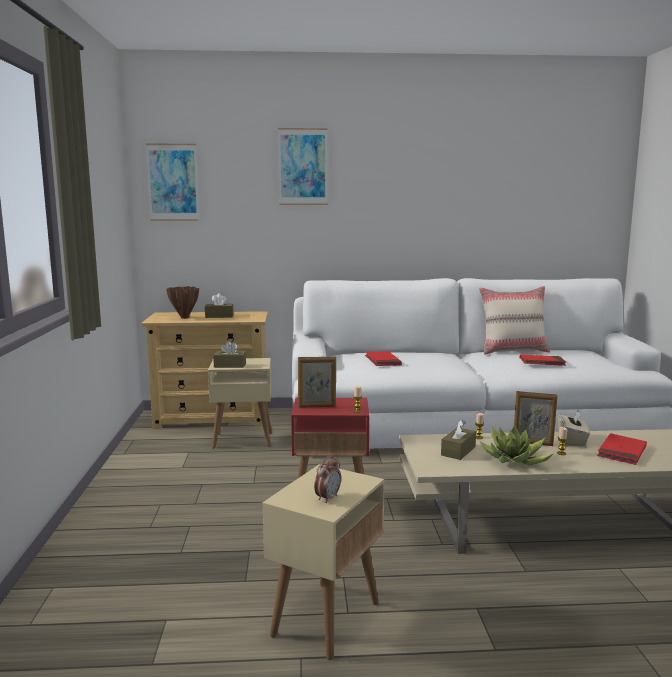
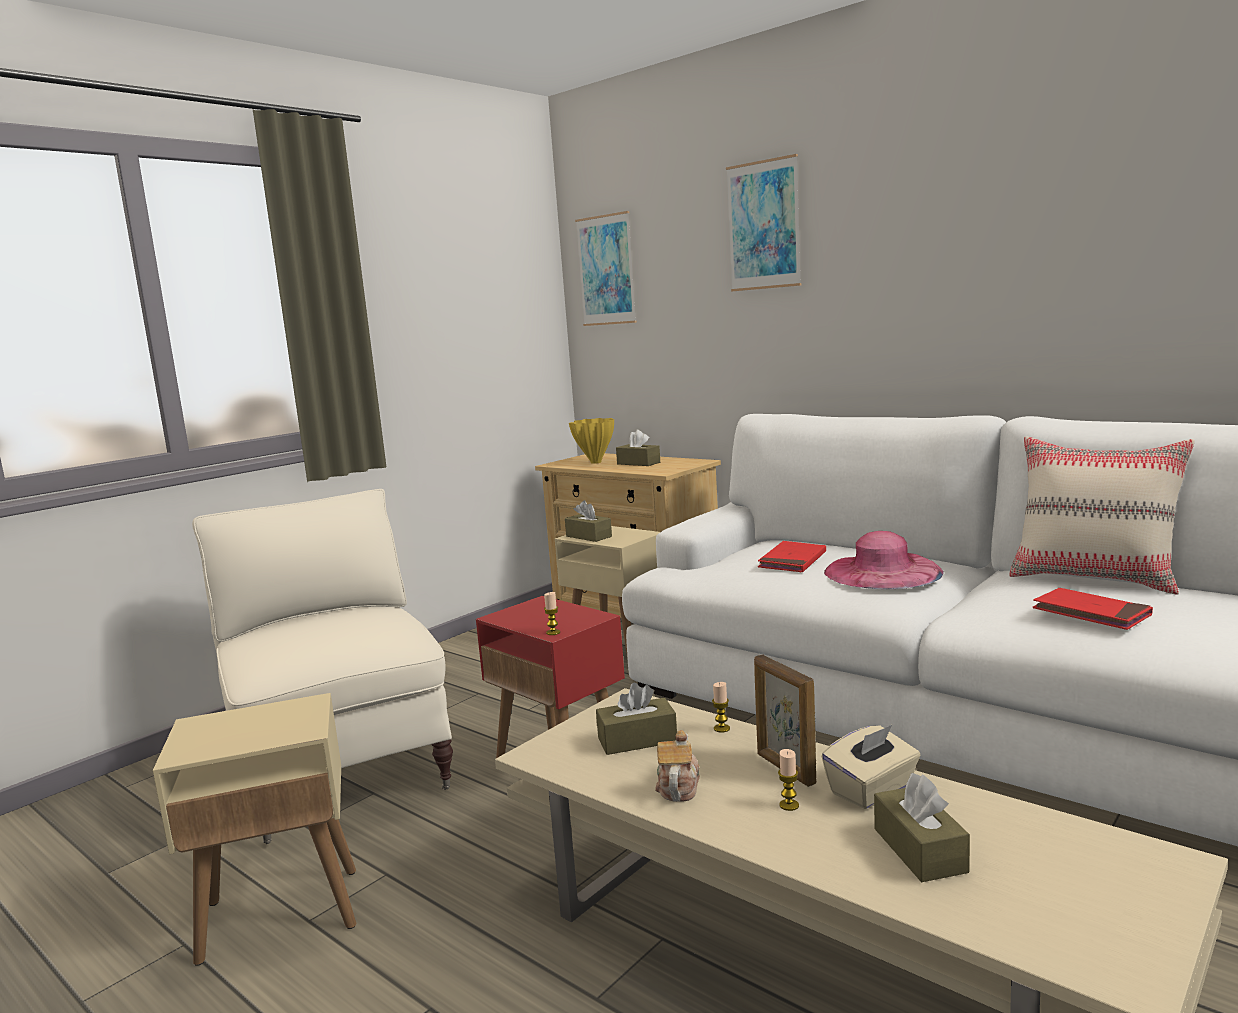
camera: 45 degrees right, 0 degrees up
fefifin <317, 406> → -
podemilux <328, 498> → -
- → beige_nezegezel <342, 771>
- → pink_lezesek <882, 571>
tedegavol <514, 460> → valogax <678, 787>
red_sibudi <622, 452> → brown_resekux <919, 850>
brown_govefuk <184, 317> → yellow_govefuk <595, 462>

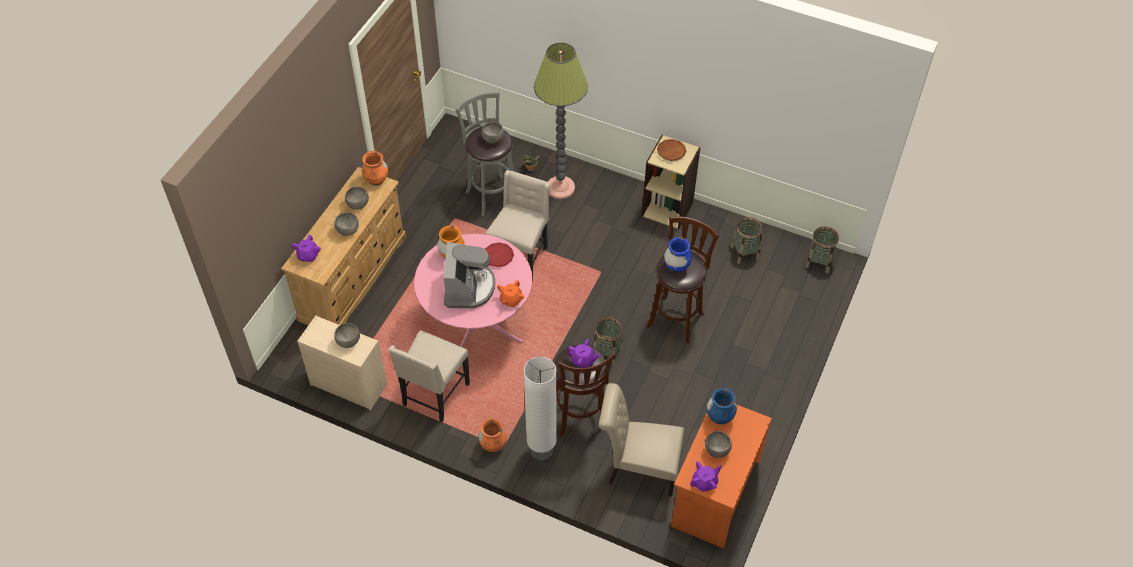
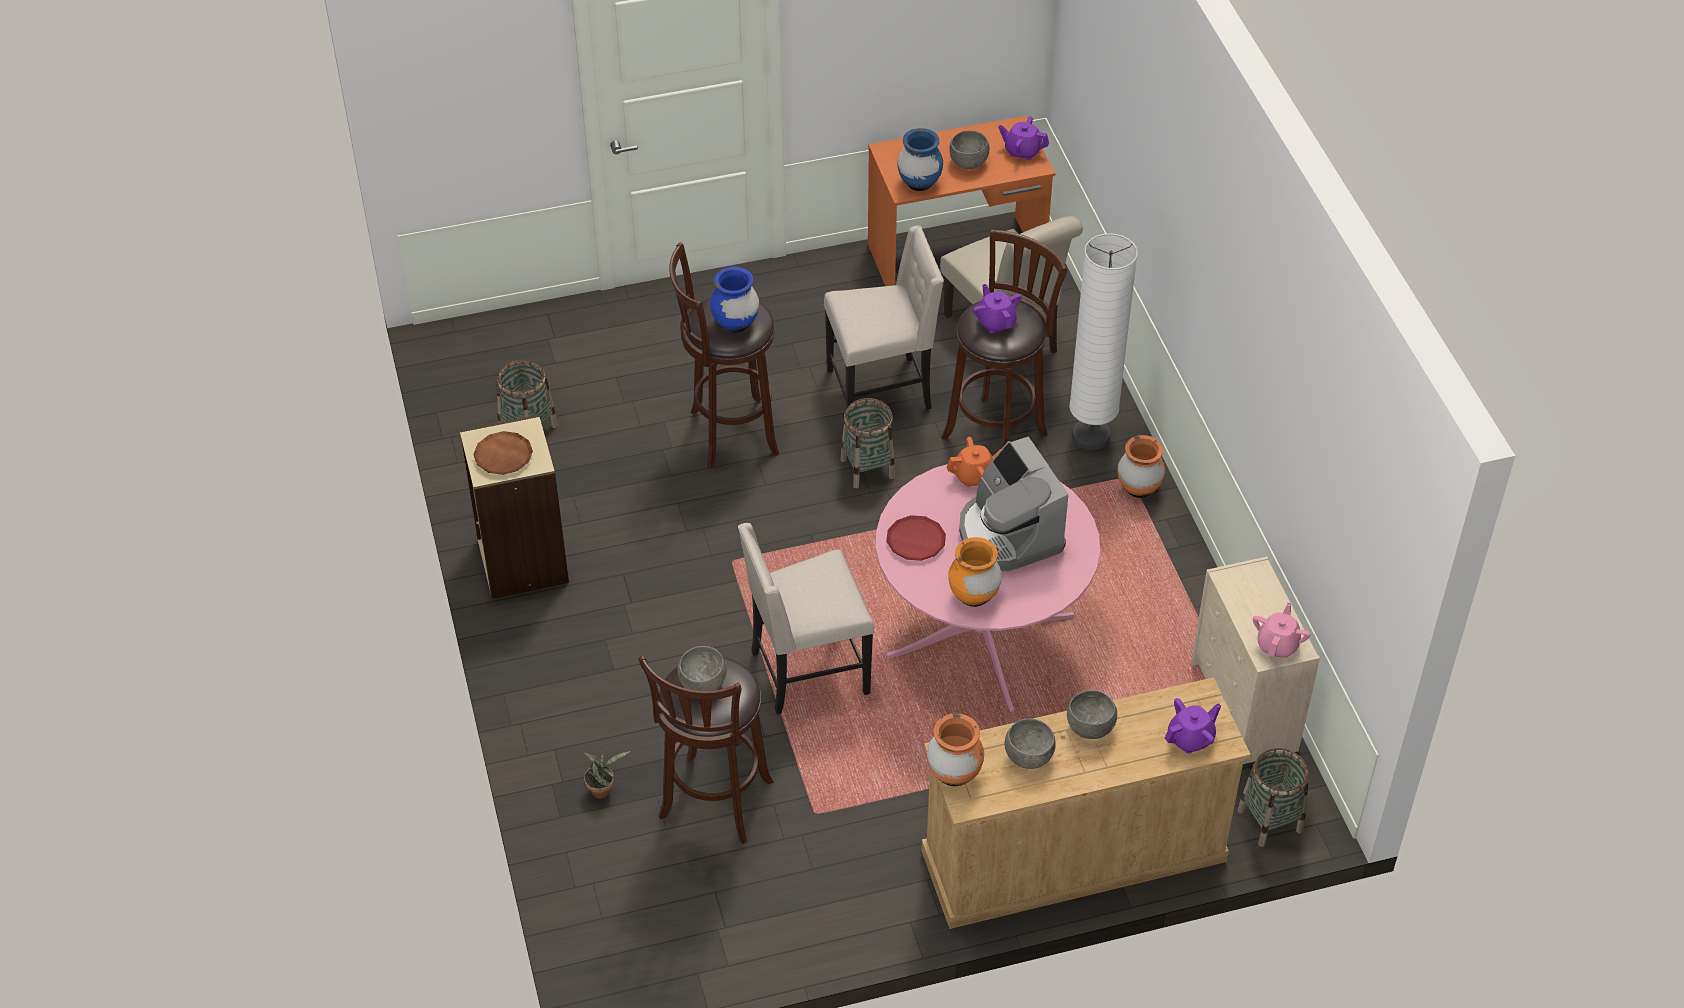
camera: 130 degrees left, 5 degrees down
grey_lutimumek <348, 341> → -
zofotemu <560, 188> → -
- → pink_valogax <1278, 645>
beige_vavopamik <434, 395> → beige_vavopamik <881, 390>, move
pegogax <819, 262> → pegogax <1270, 821>, move
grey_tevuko <490, 194> → brown_tevuko <714, 804>
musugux <468, 288> → musugux <1008, 534>, 75 degrees counterclockwise

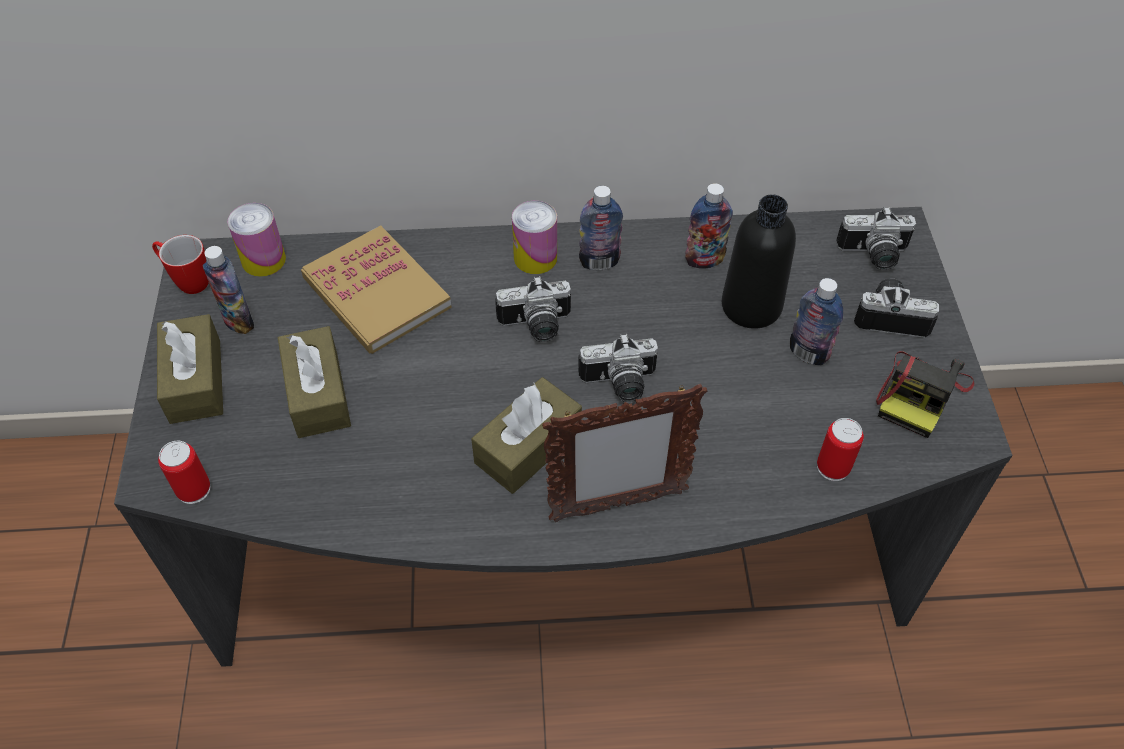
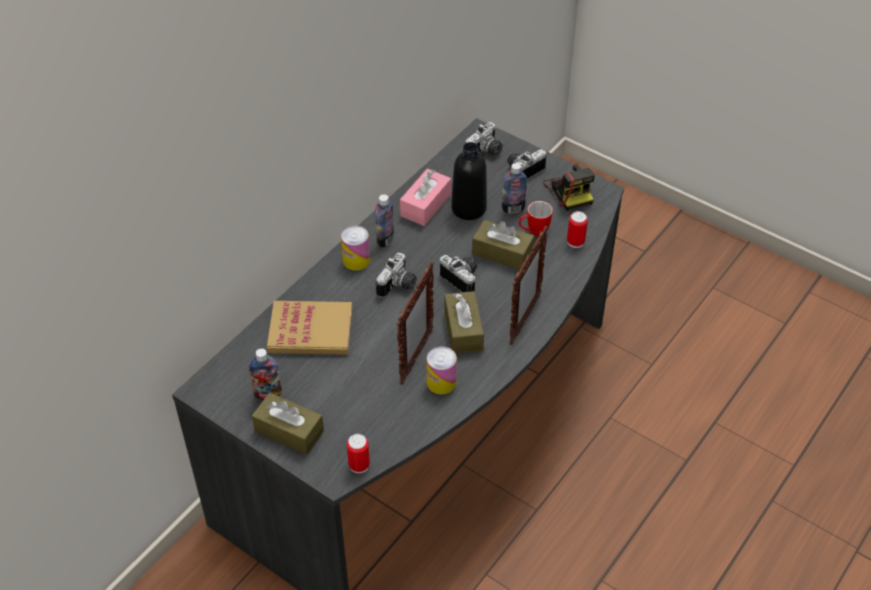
camera: 50 degrees left, 5 degrees down
- → fefifin <416, 357>
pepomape <187, 281> → pepomape <533, 232>, move
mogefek <263, 260> → mogefek <441, 382>, move
brown_resekux <318, 394> → brown_resekux <502, 253>, move
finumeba <704, 260> → pink_resekux <425, 205>
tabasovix <619, 385> → tabasovix <463, 279>, 75 degrees counterclockwise

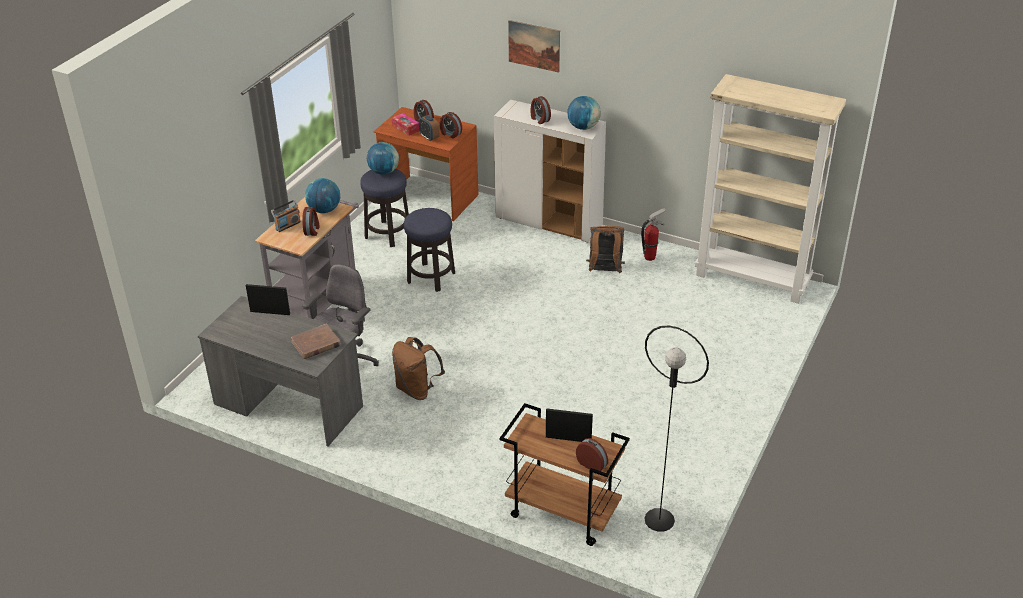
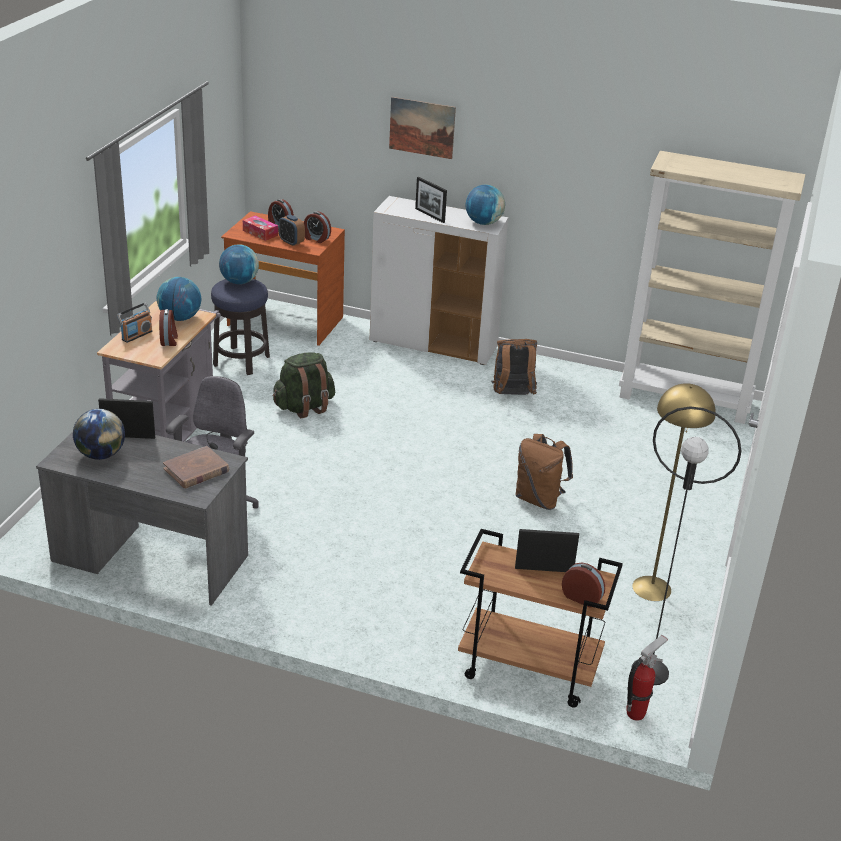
camera: 10 degrees left, 5 degrees down
- → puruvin <101, 454>
- → yellow_zofotemu <651, 588>
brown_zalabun <417, 390> → brown_zalabun <539, 499>, move
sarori <650, 257> → sarori <636, 713>, move
tevuko <431, 277> → green_zalabun <304, 407>
podemilux <539, 119> → fefifin <429, 215>

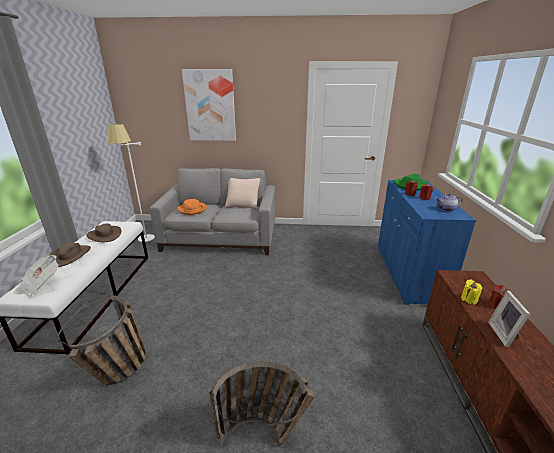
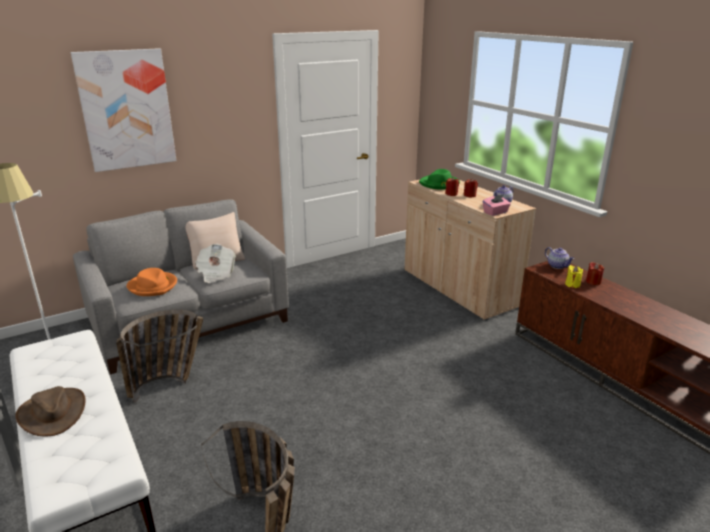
camera: 35 degrees left, 0 degrees up
brown_lezesek <104, 235> → -
fefifin <504, 335> → -
- → pink_resekux <495, 212>
- → valogax <557, 266>
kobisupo <40, 284> → kobisupo <216, 273>, move
pegogax <264, 437> → pegogax <169, 384>, move
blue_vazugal <408, 273> → beige_vazugal <459, 288>

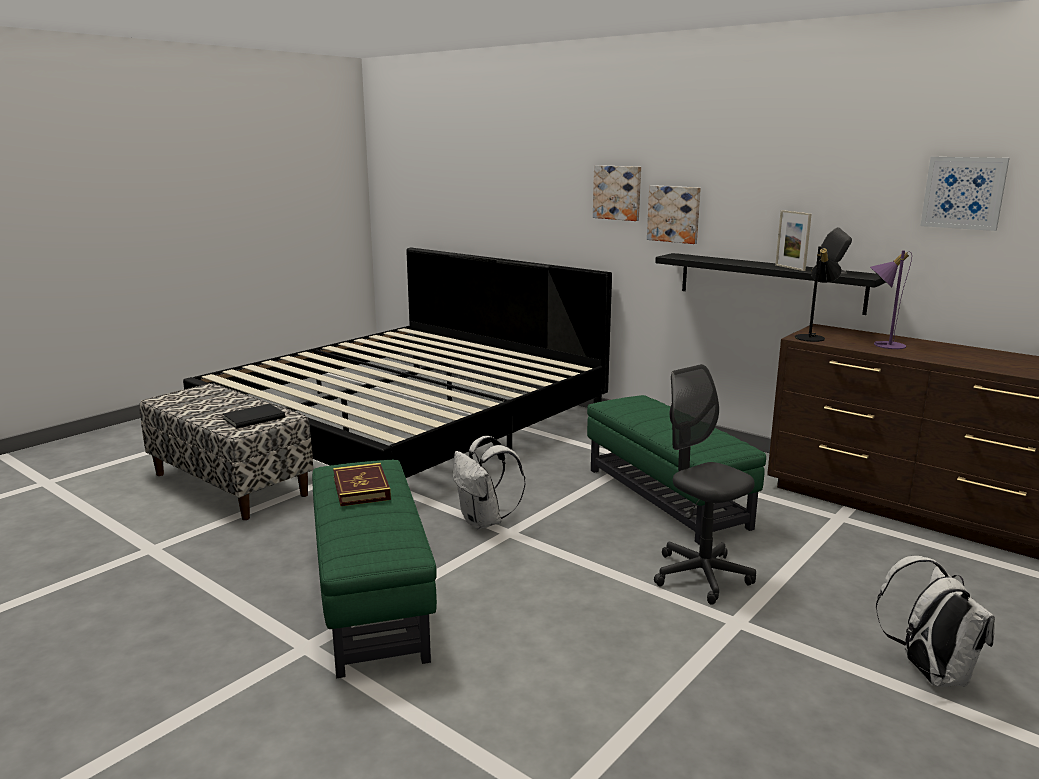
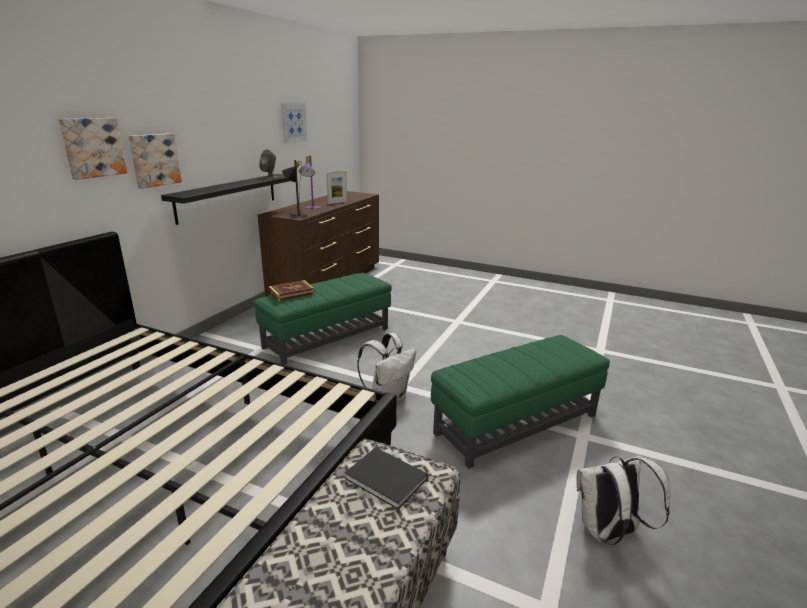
camera: 105 degrees left, 5 degrees up
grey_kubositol <701, 576> → -
sibudi <361, 488> → sibudi <291, 293>, move
fefifin <790, 268> → fefifin <337, 202>, move
white_zalabun <928, 672> → white_zalabun <608, 533>, move

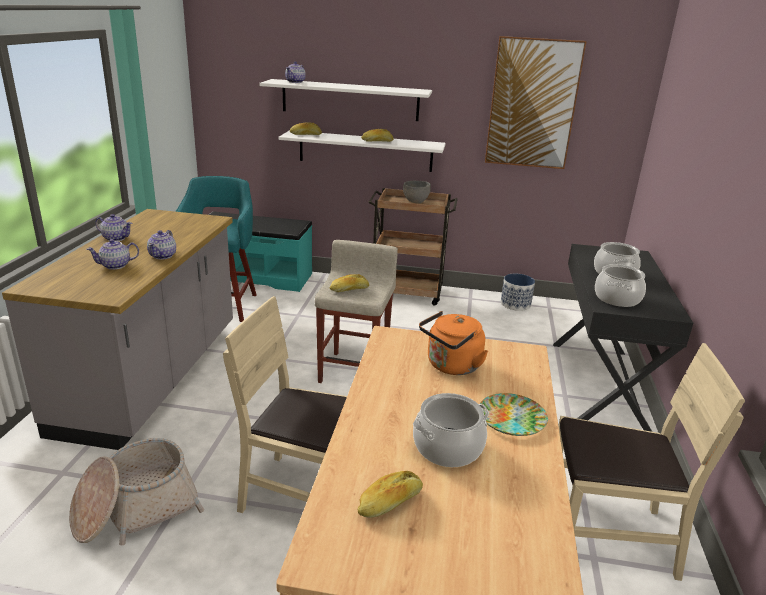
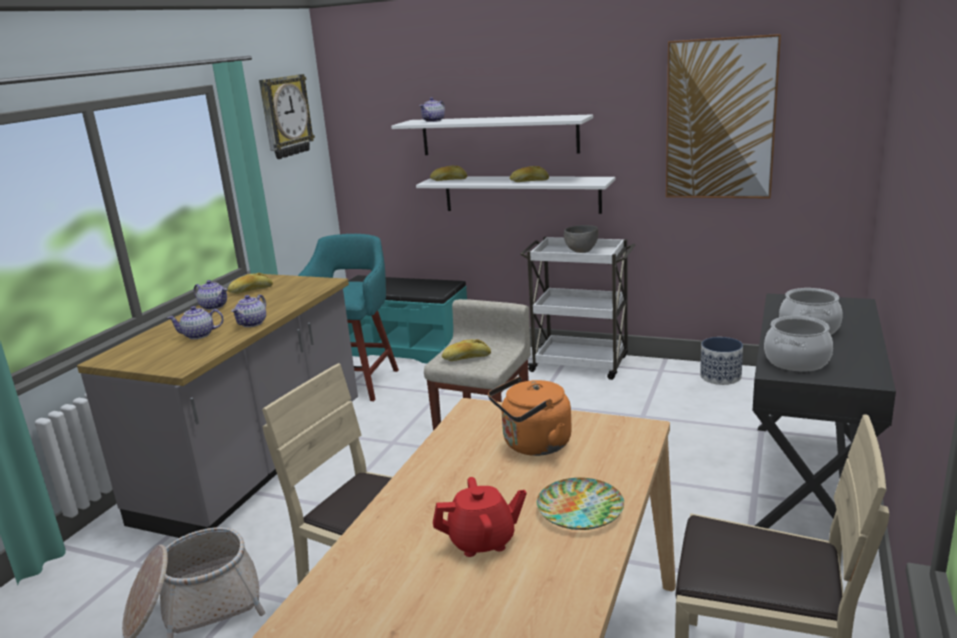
camera: 15 degrees right, 5 degrees down
- → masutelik <285, 116>
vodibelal <390, 503> → vodibelal <251, 290>, move
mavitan <448, 448> → red_valogax <482, 541>
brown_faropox <407, 292> → white_faropox <581, 364>

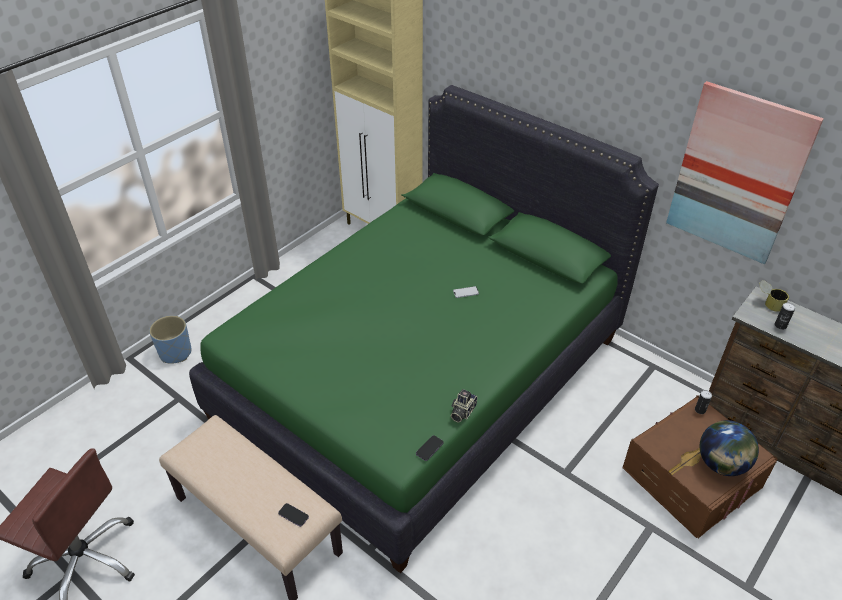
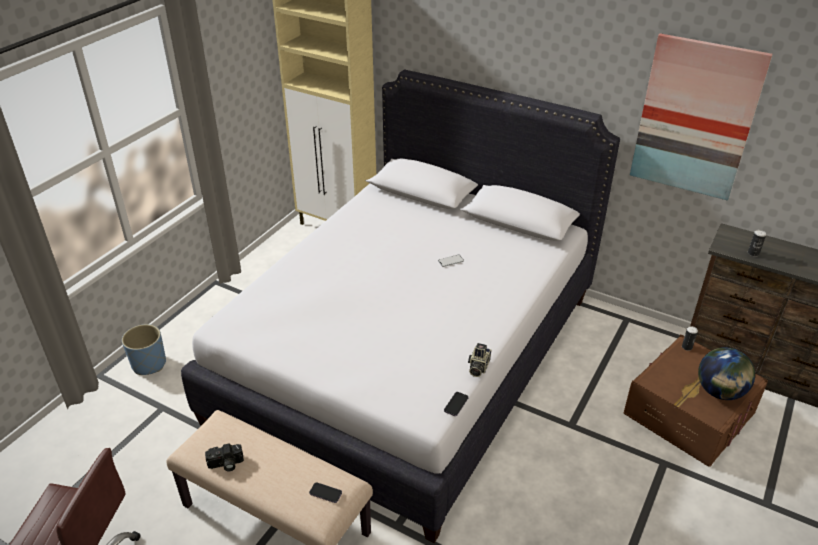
camera: 10 degrees left, 5 degrees down
mogefek <768, 303> → -
- → tabasovix <225, 464>
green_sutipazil <421, 377> → white_sutipazil <408, 356>

